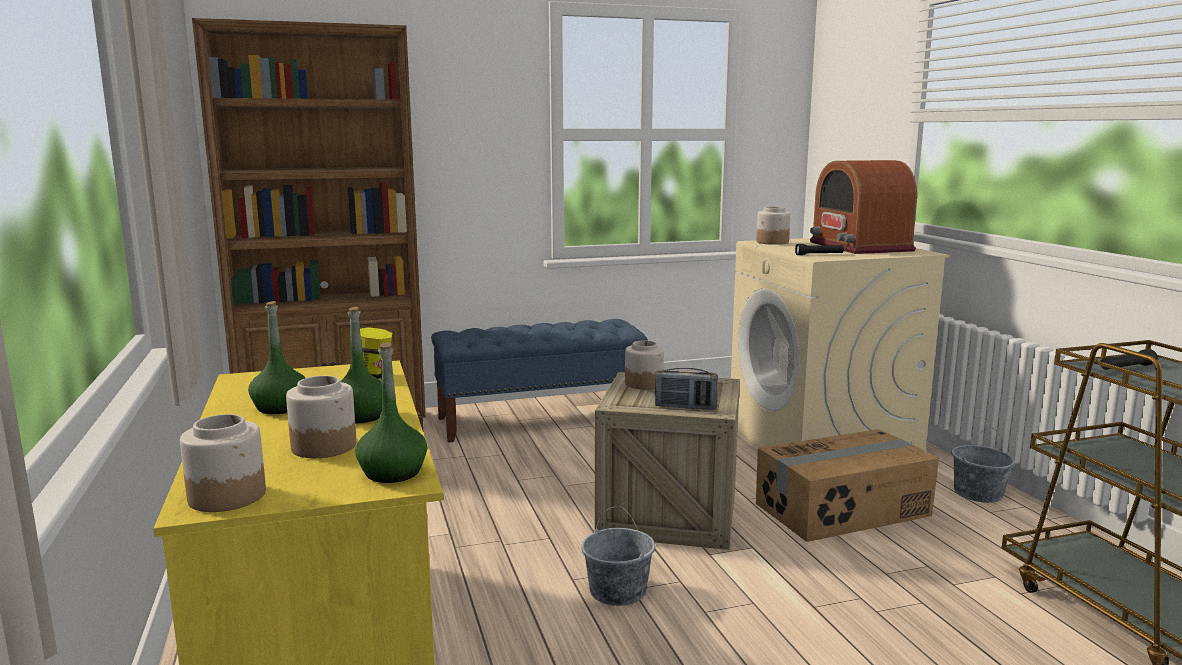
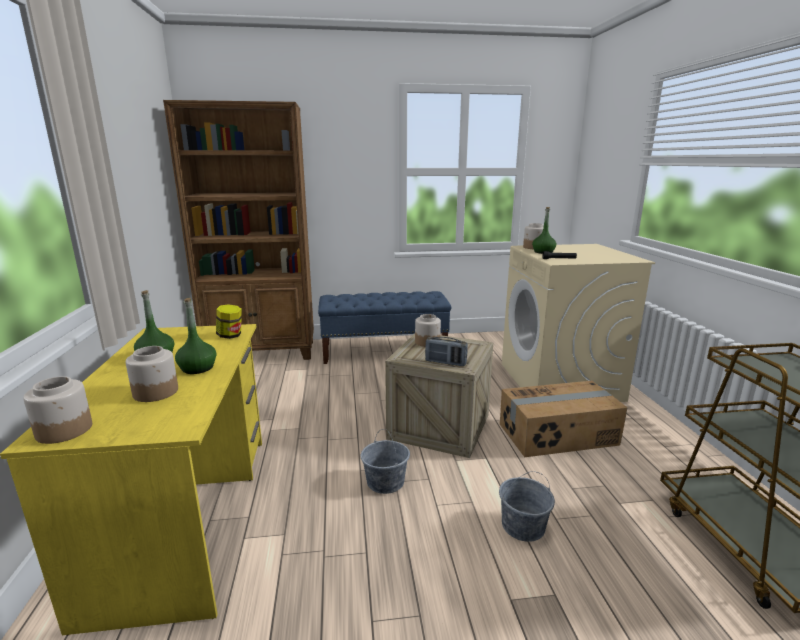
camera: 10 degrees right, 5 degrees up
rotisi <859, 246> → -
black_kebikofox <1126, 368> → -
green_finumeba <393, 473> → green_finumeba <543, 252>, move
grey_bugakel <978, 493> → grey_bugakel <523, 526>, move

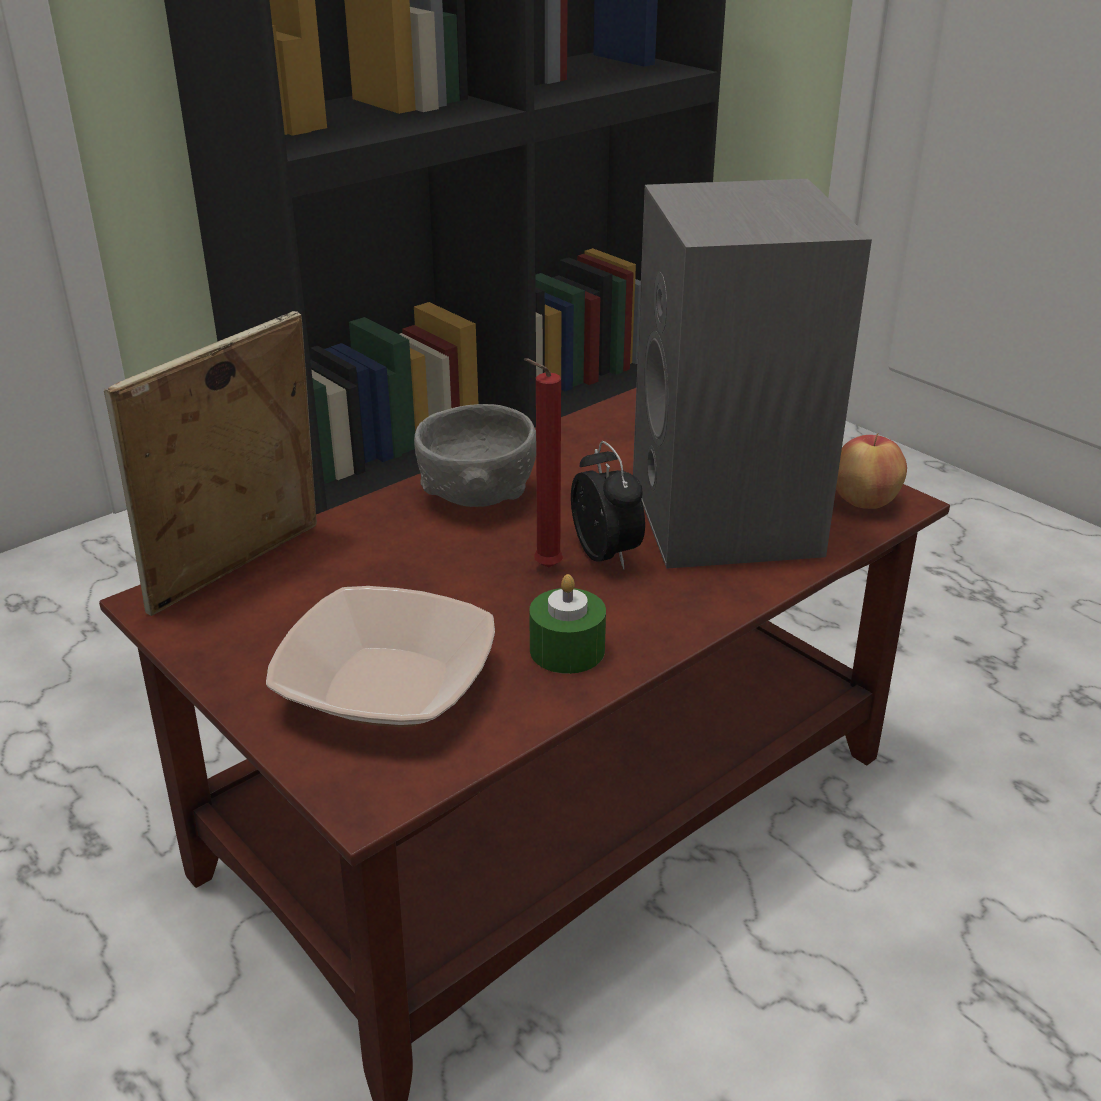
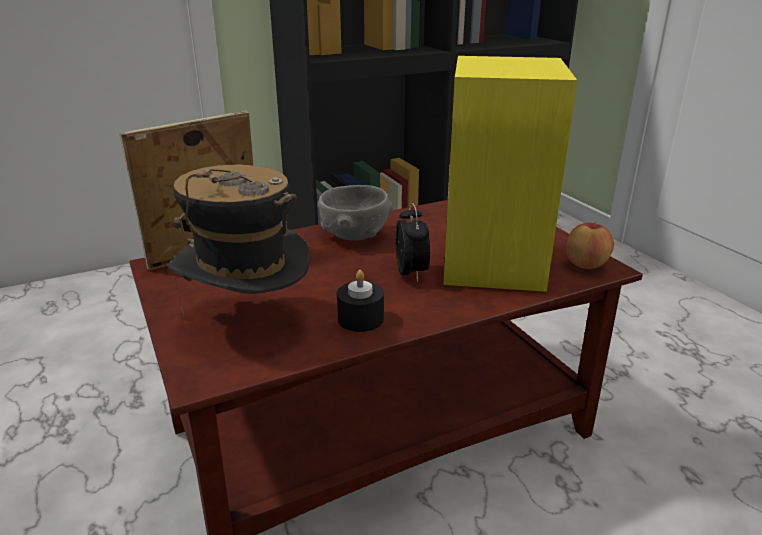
camera: 15 degrees right, 5 degrees down
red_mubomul <543, 568> → -
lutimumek <387, 686> → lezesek <247, 322>
green_mubomul <567, 650> → black_mubomul <360, 319>
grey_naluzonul <730, 518> → yellow_naluzonul <496, 263>

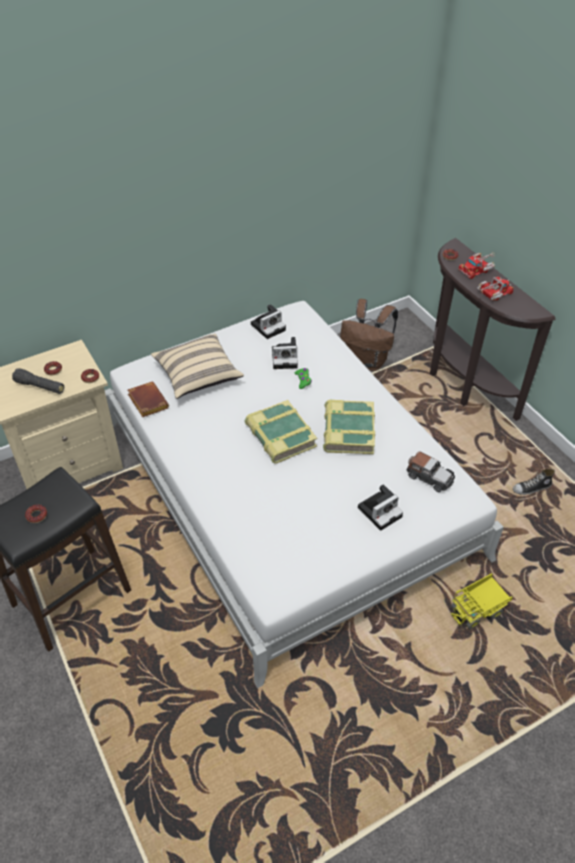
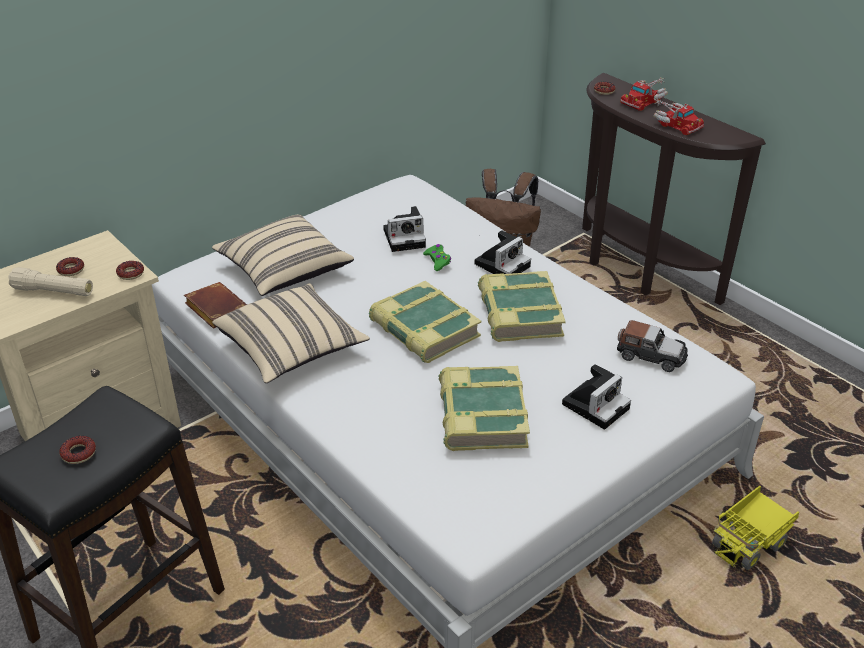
camera: 10 degrees left, 10 degrees down
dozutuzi <531, 488> → -
- → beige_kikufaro <291, 350>
- → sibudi <481, 415>
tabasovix <269, 326> → tabasovix <503, 264>, move
black_kebikofox <40, 387> → beige_kebikofox <54, 292>
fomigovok <492, 294> → fomigovok <674, 124>, 90 degrees clockwise

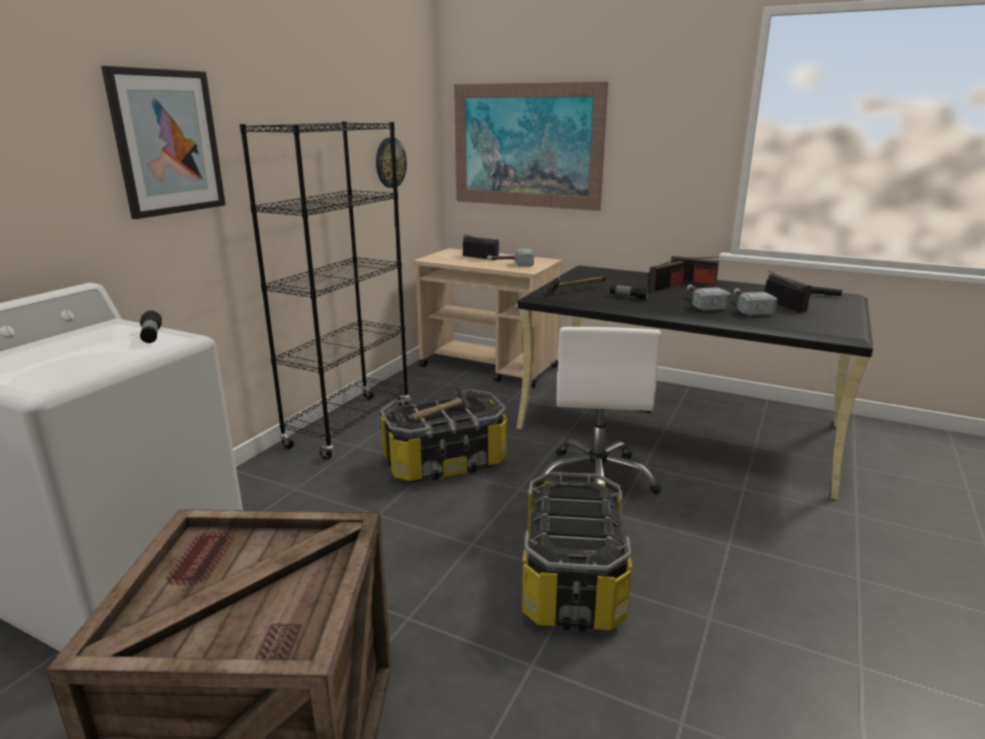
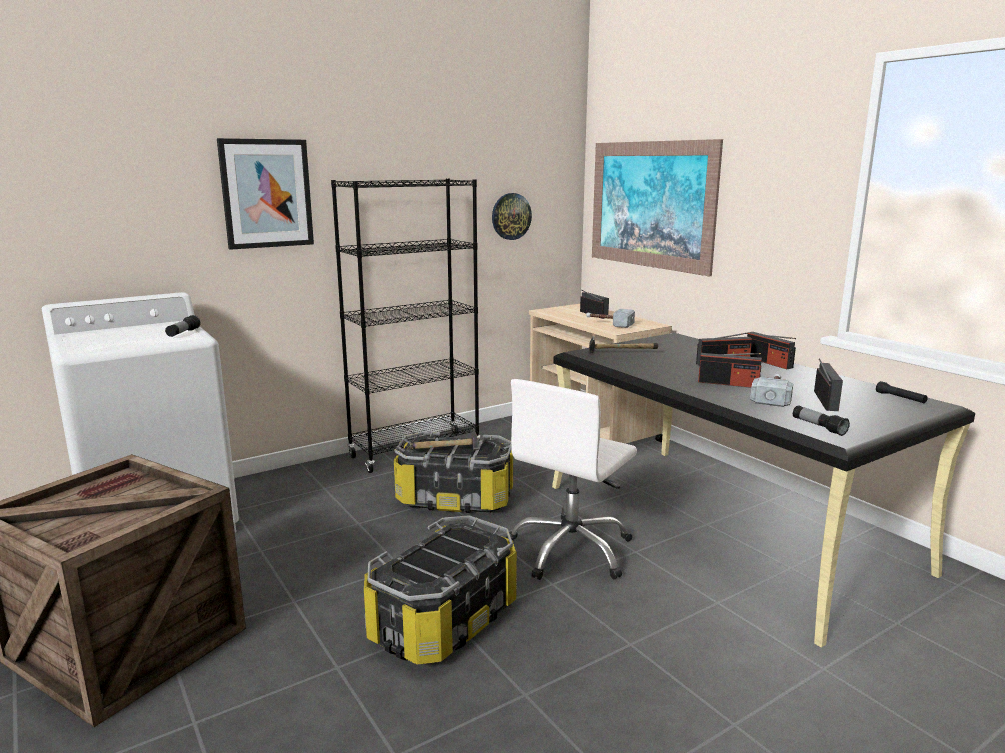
camera: 30 degrees right, 5 degrees down
kebikofox <629, 297> → kebikofox <818, 427>, move
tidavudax <701, 303> → rotisi <728, 383>

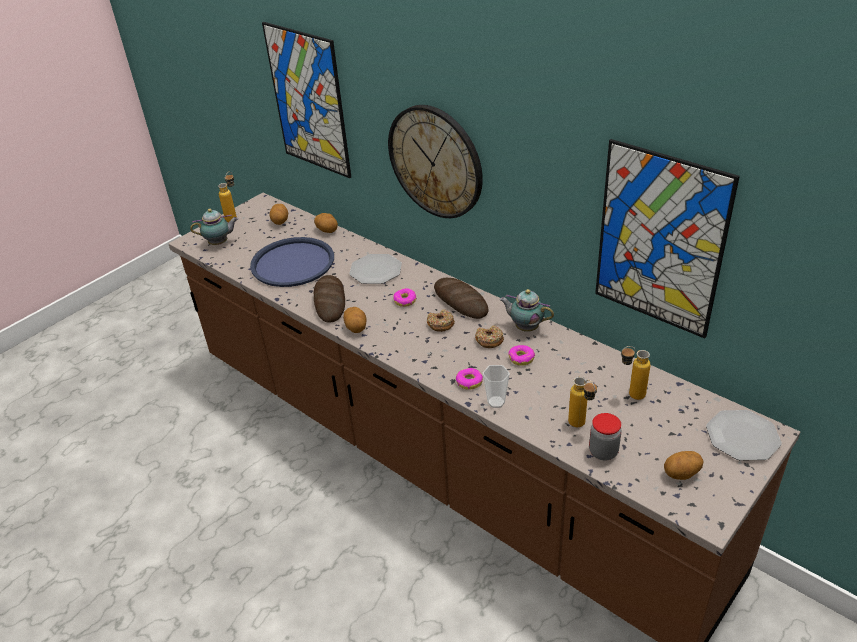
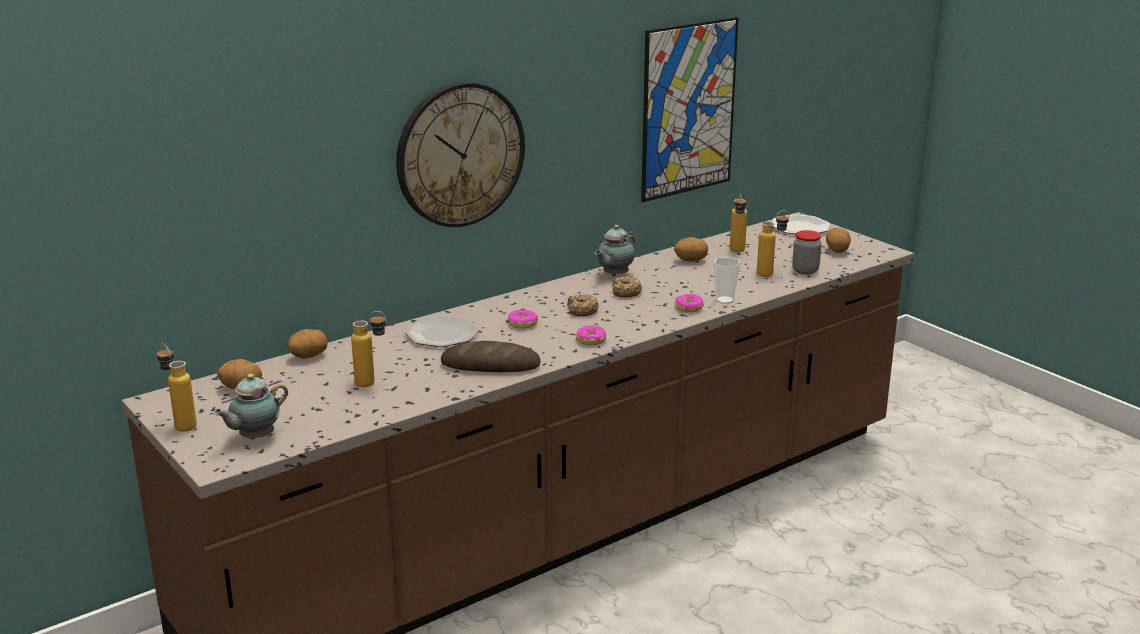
camera: 80 degrees left, 15 degrees down
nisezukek <308, 101> → -
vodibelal <460, 301> → -
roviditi <356, 328> → roviditi <690, 260>, move
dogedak <521, 358> → dogedak <591, 340>, move
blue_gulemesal <292, 263> → finumeba <372, 384>
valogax <220, 243> → valogax <254, 437>, 135 degrees counterclockwise

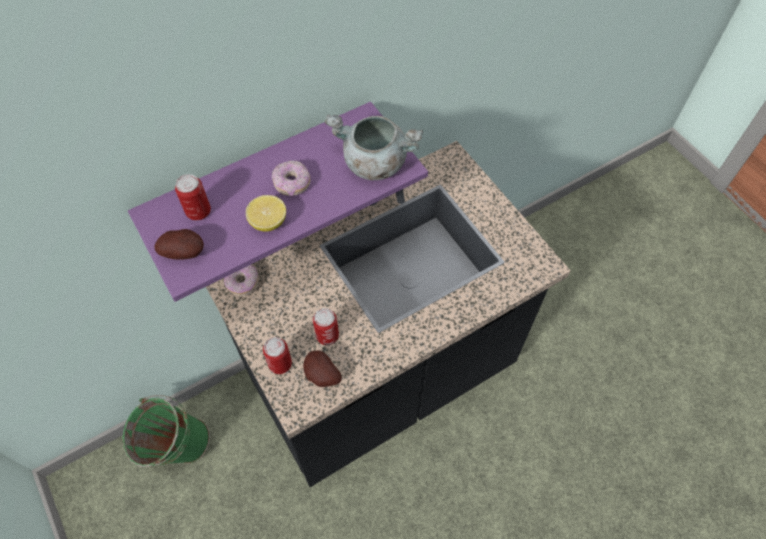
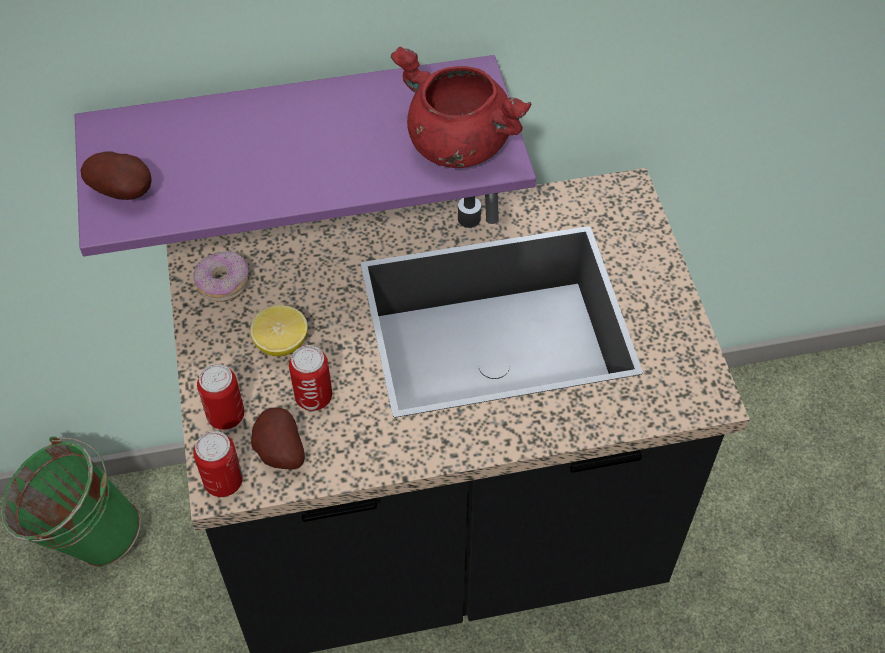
camera: 20 degrees right, 5 degrees down
dogedak <292, 184> → -
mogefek <198, 211> → mogefek <223, 481>, move
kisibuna <268, 222> → kisibuna <281, 343>, move
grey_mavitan <373, 163> → red_mavitan <456, 144>

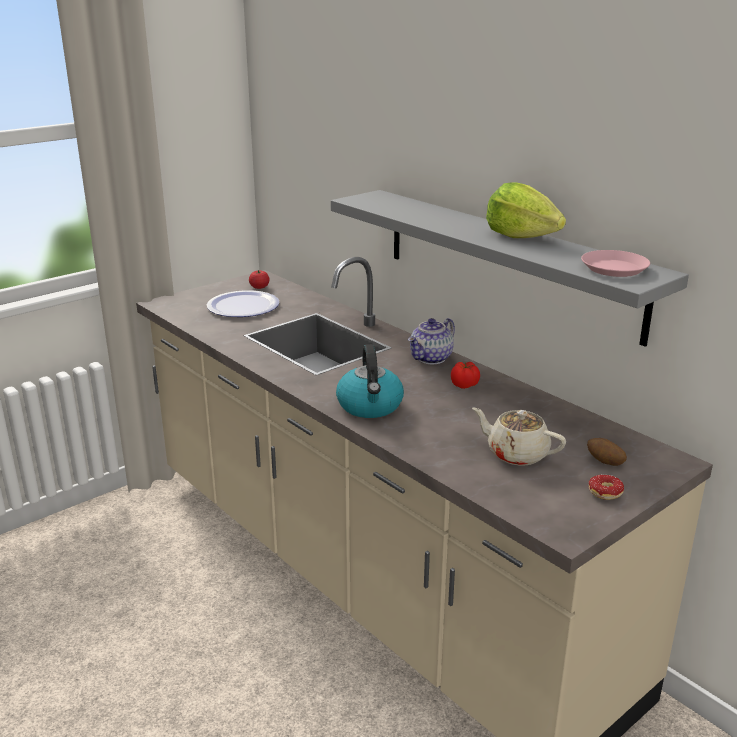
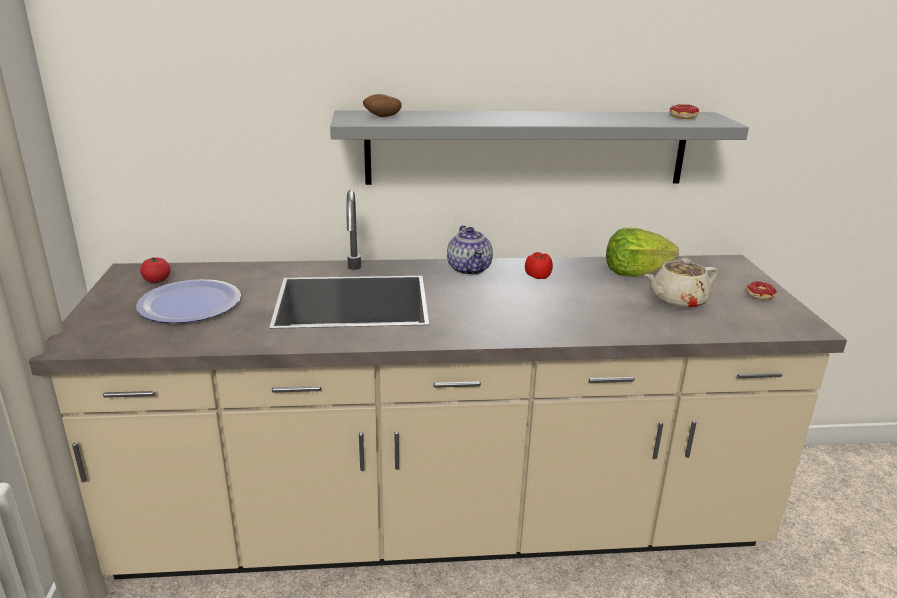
camera: 55 degrees left, 0 degrees up
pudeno <370, 406> → -
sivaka <521, 236> → sivaka <635, 273>, move
roviditi <604, 462> → roviditi <382, 117>, move
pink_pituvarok <614, 268> → dogedak <685, 118>

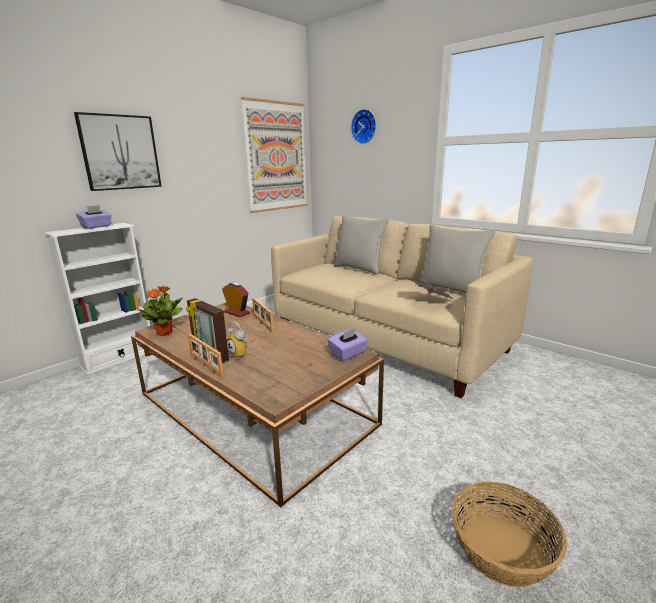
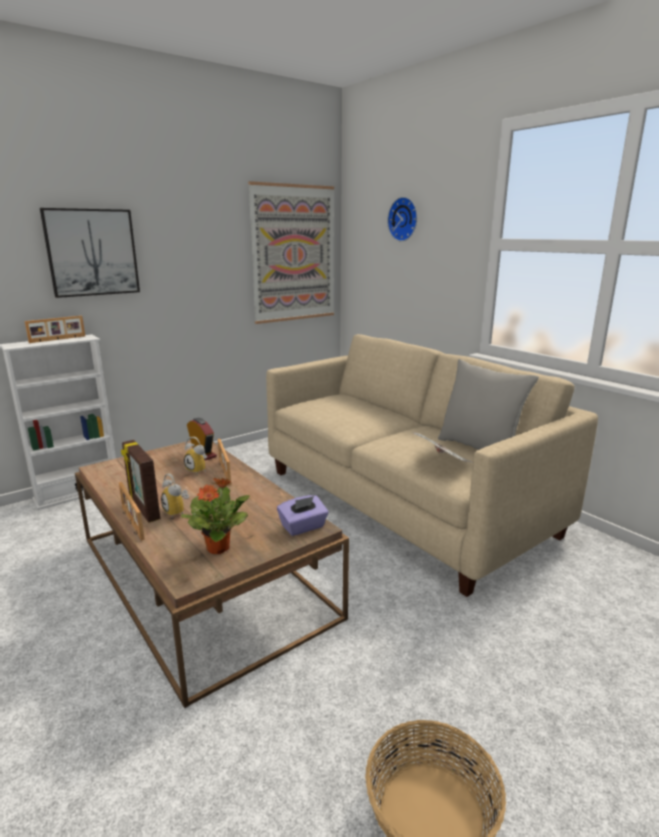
camera: 10 degrees right, 0 degrees up
grey_kikufaro <359, 269> → -
- → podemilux <199, 470>
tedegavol <165, 332> → tedegavol <219, 548>, move
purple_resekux <96, 227> → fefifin <58, 339>

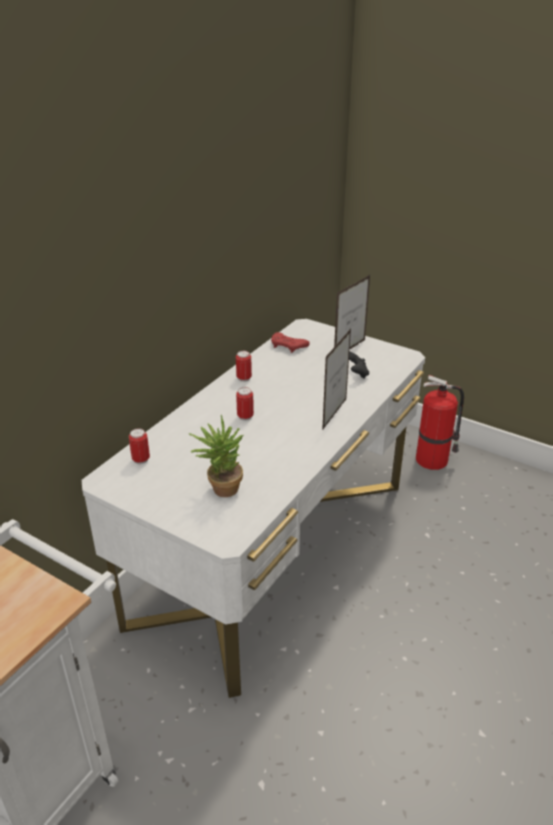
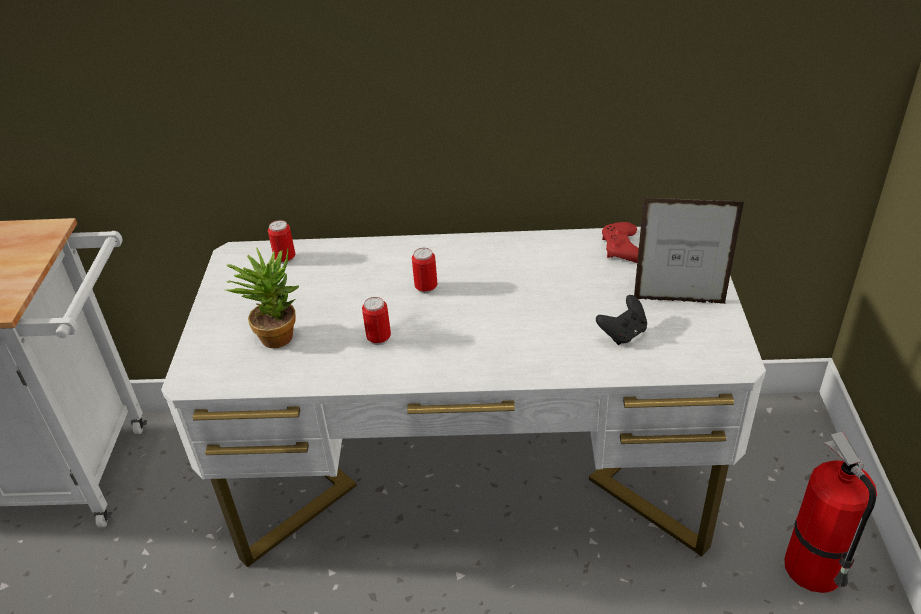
camera: 60 degrees right, 5 degrees up
fefifin <334, 414> → -
mogefek <244, 378> → mogefek <379, 338>, move

